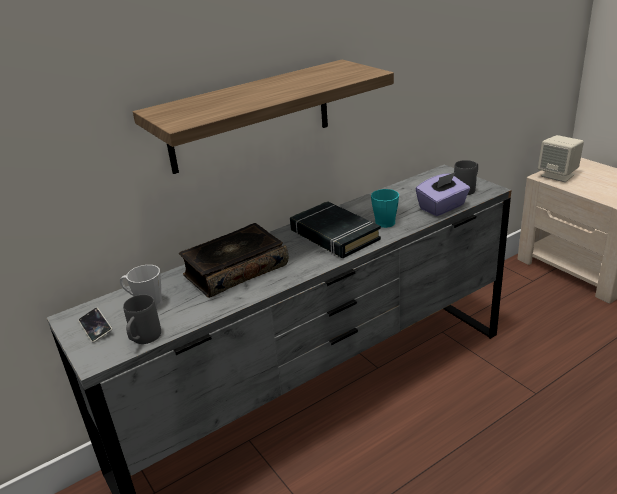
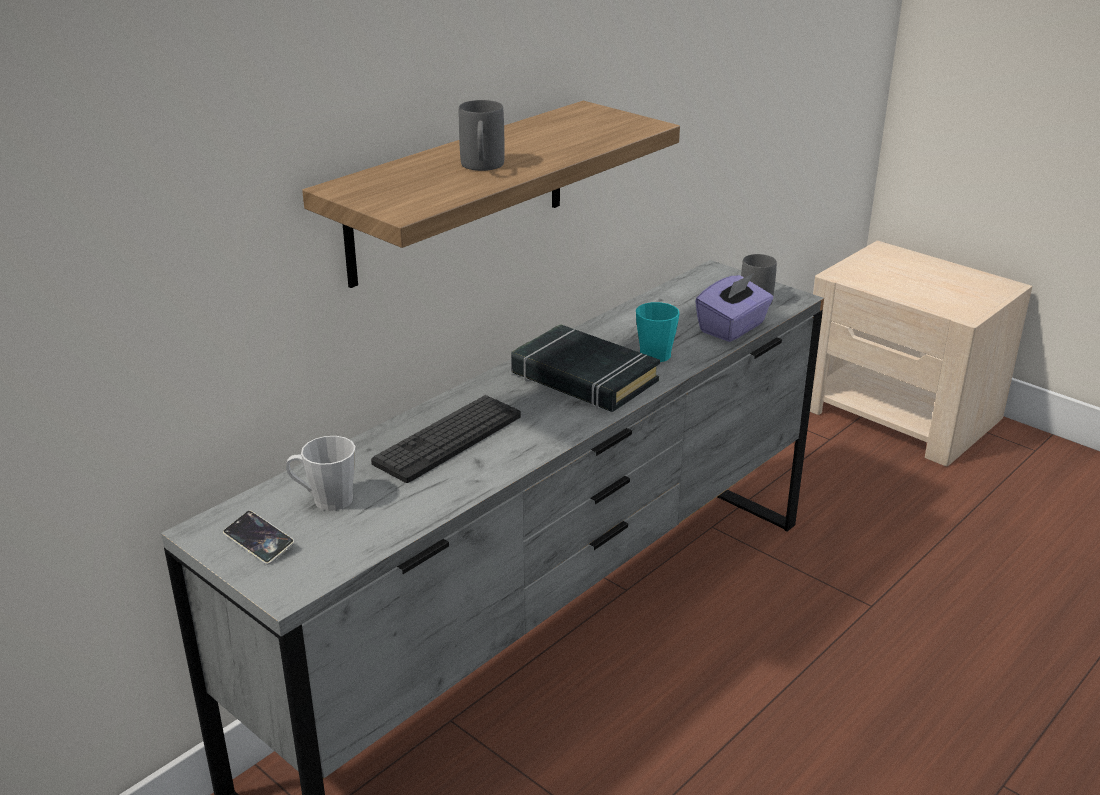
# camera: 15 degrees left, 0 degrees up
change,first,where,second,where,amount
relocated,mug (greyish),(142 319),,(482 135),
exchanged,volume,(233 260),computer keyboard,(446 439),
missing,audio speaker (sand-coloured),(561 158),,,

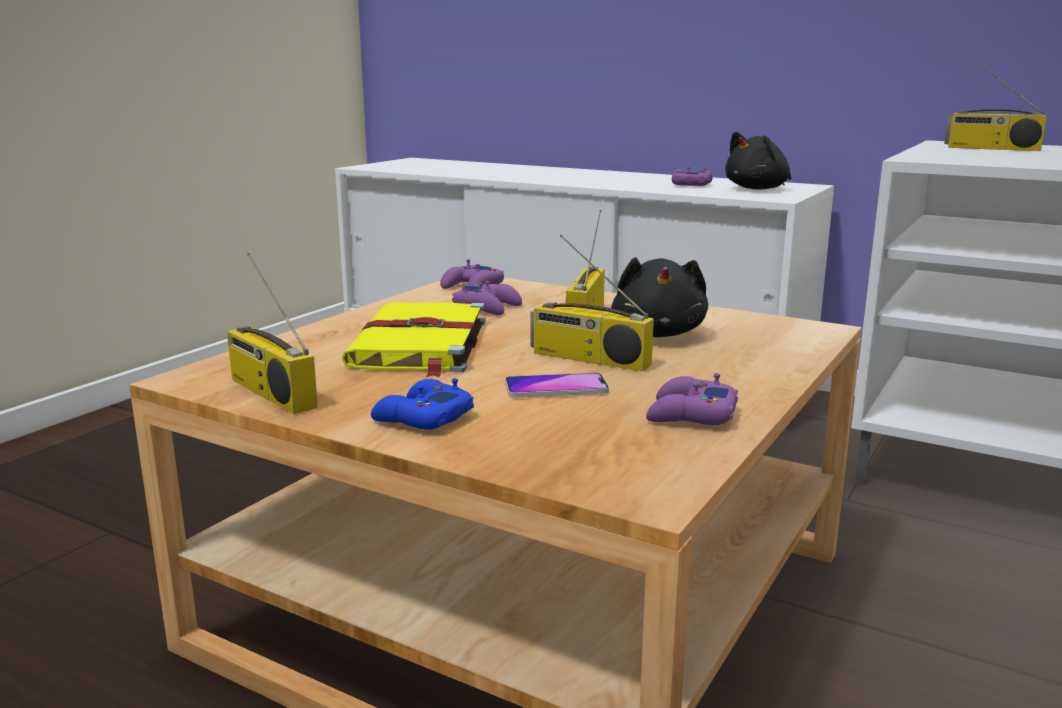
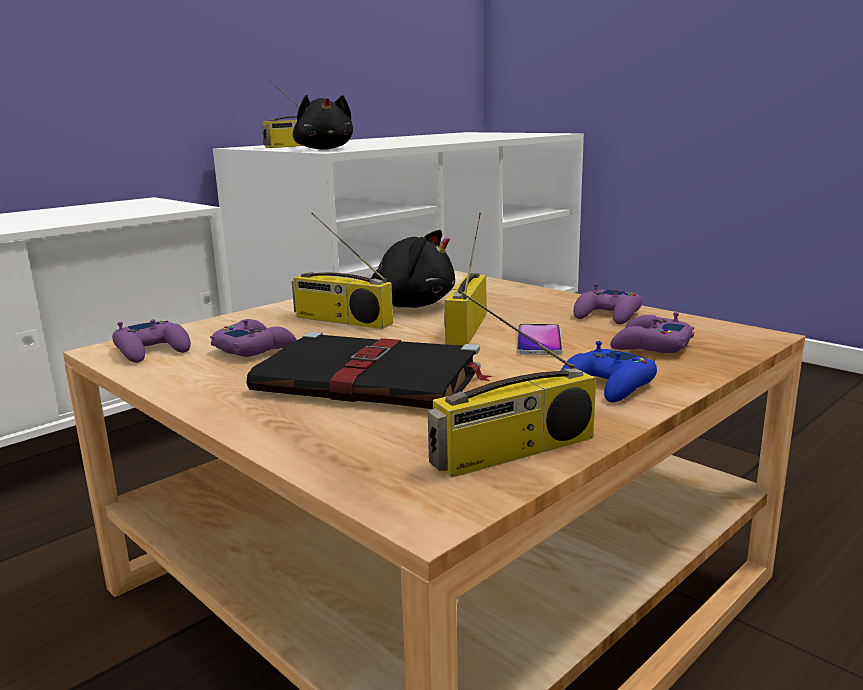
# camera: 75 degrees left, 0 degrees up
change,first,where,second,where,amount
colour,volume (yellow),(413 339),volume (blackish),(369 370),
spun,radio receiver,(592 303),,(465 279),150 degrees clockwise
relocated,joypad (purple-coloured),(692 176),,(652 332),
relocated,soft toy (blackish),(758 160),,(323 122),

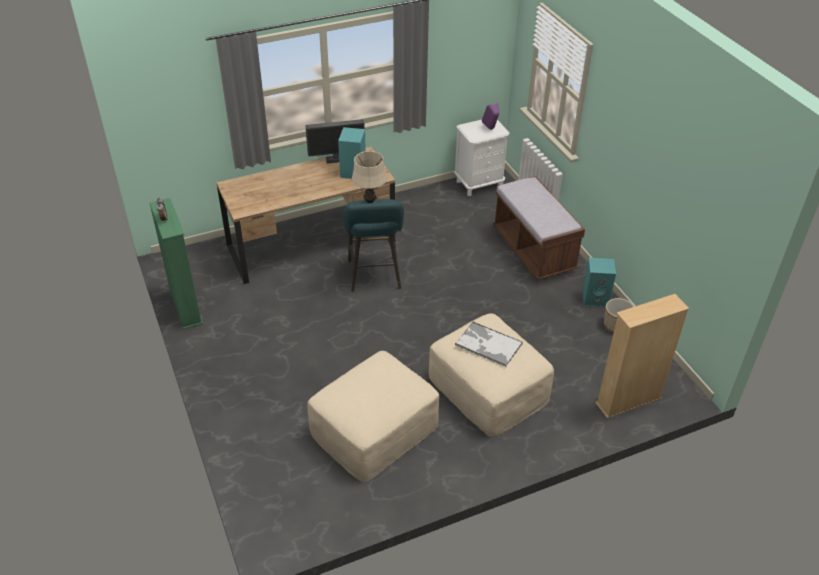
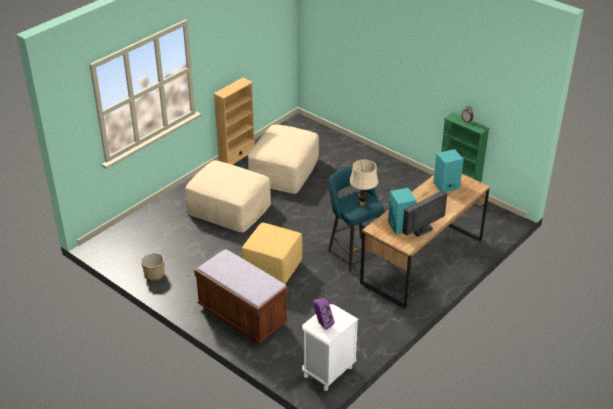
# camera: 155 degrees right, 5 degrees down
change,first,where,second,where,amount
missing,serving tray,(489 344),,,
relocated,audio speaker (blue-green),(599 282),,(448 170),
relocated,shelving unit (sand-coloured),(642 356),,(234 121),
appeared,,,ottoman (yellow),(272 253),

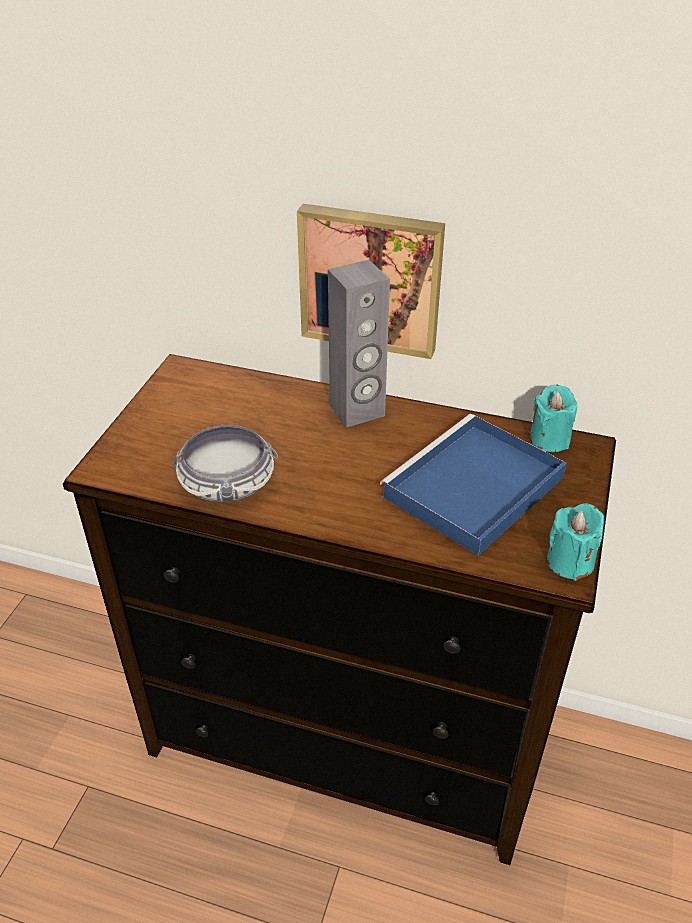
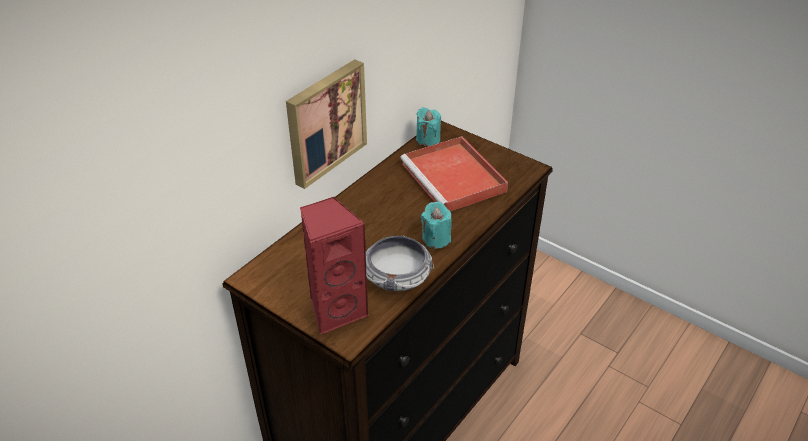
# camera: 70 degrees left, 0 degrees up
change,first,where,second,where,amount
missing,audio speaker (greyish),(359 344),,,
colour,serving tray (bluish),(473 485),serving tray (red),(454 173),
relocated,wax light (blue-green),(575 542),,(436 225),
appeared,,,audio speaker (red),(334 265),

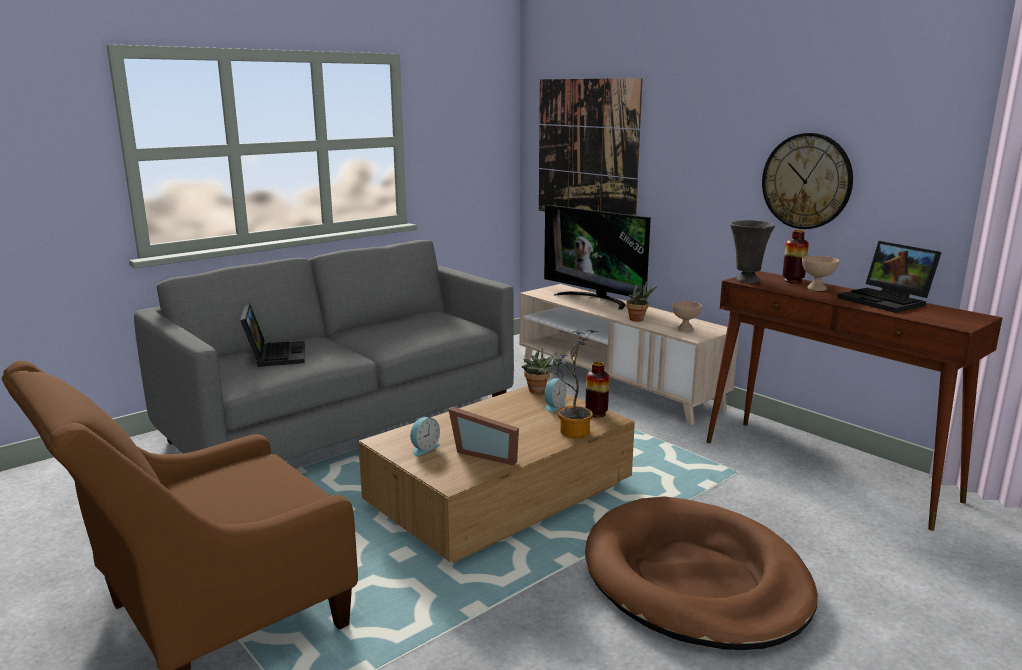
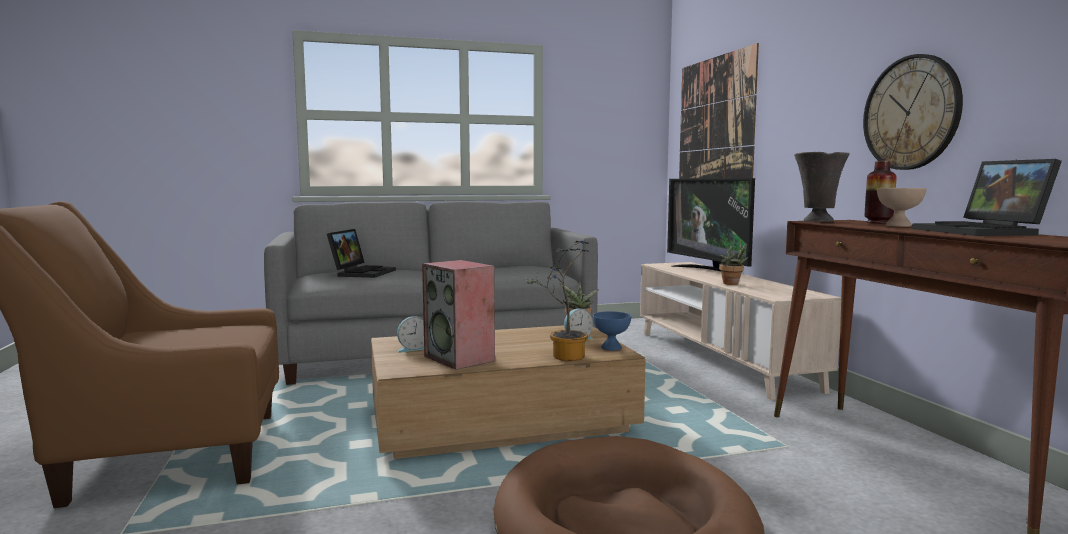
# camera: 25 degrees right, 10 degrees down
change,first,where,second,where,amount
exchanged,photo frame,(483 436),audio speaker,(458 315),
exchanged,vase,(597 390),deep dish (bluish),(612 331),
missing,deep dish (sand-coloured),(687 316),,,

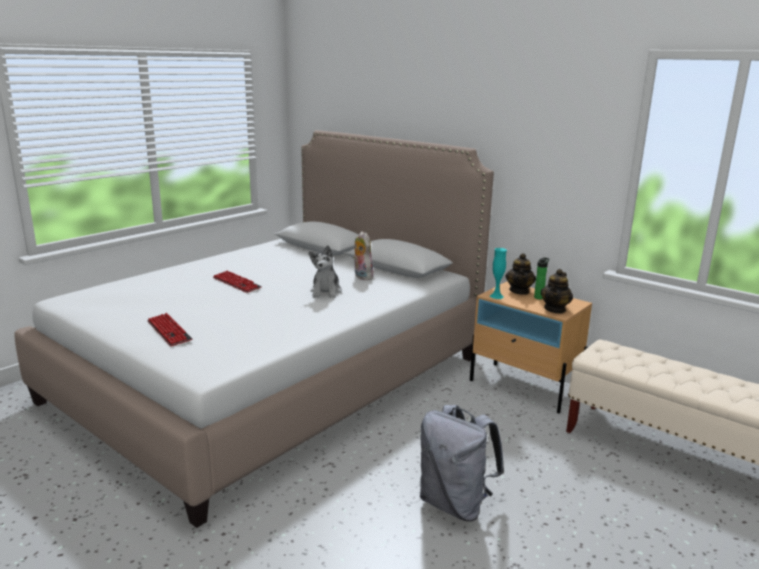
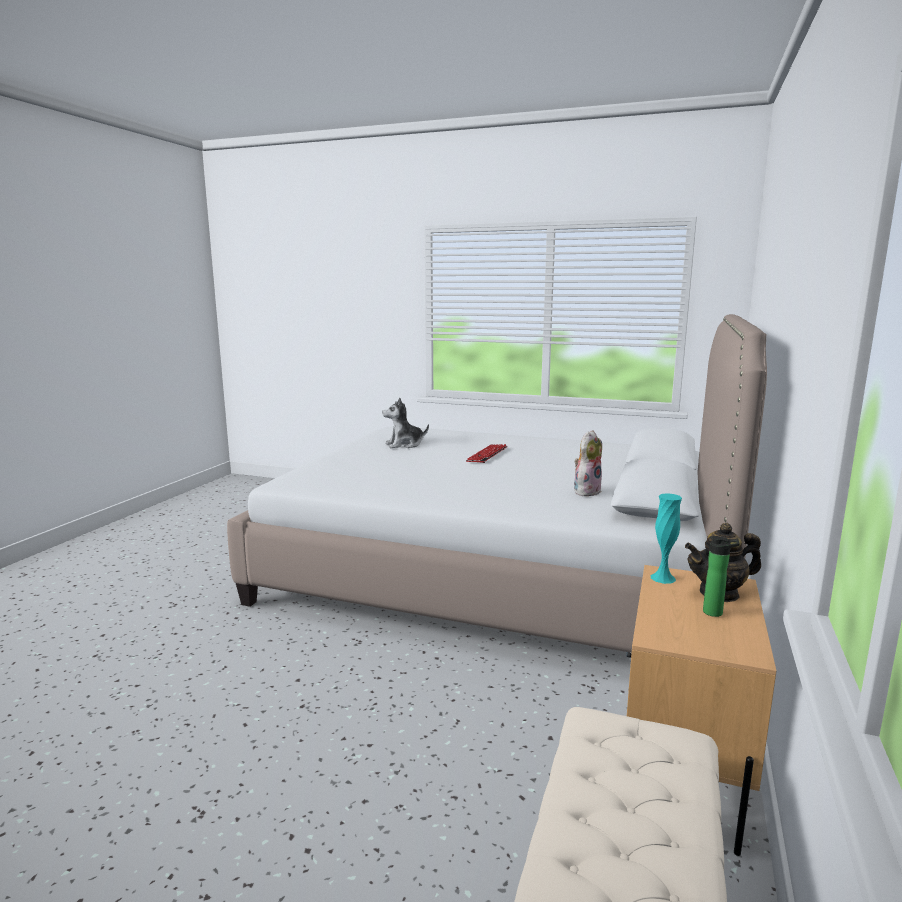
# camera: 70 degrees right, 5 degrees down
change,first,where,second,where,amount
missing,computer keyboard,(169 329),,,
relocated,soft toy,(325 271),,(405 423),
missing,rucksack (greyish),(462 463),,,
missing,teapot,(557 291),,,

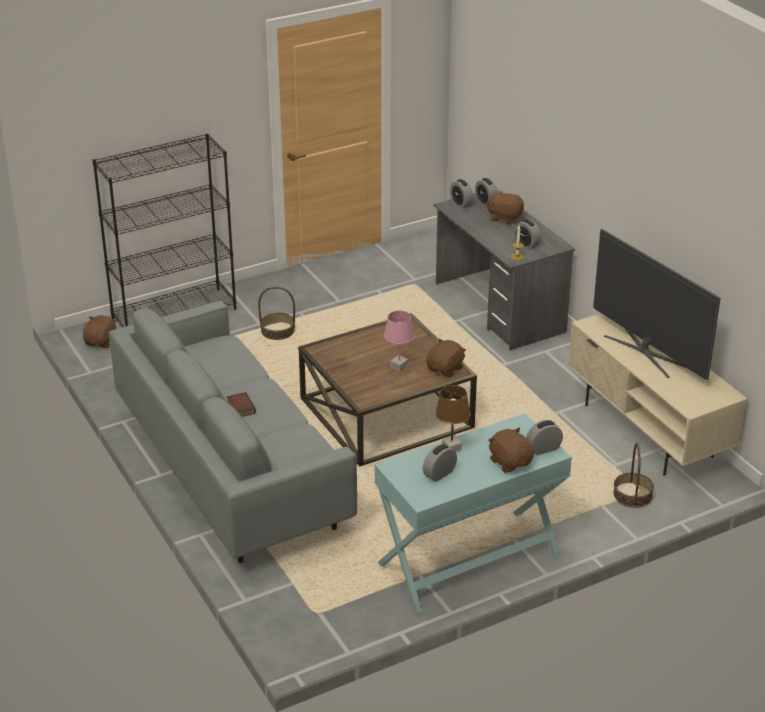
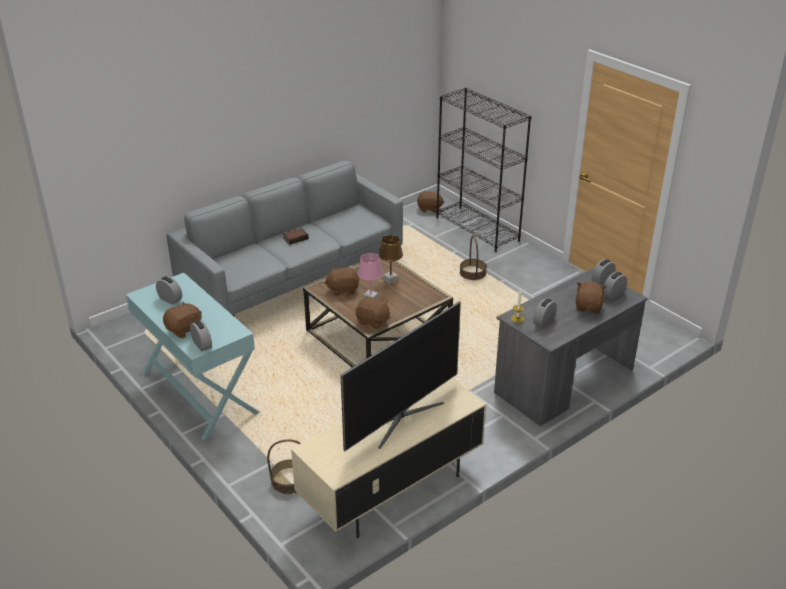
# camera: 80 degrees right, 0 degrees up
change,first,where,second,where,amount
relocated,table lamp (brown),(453 418),,(390 259),
appeared,,,soft toy (brown),(342 281),

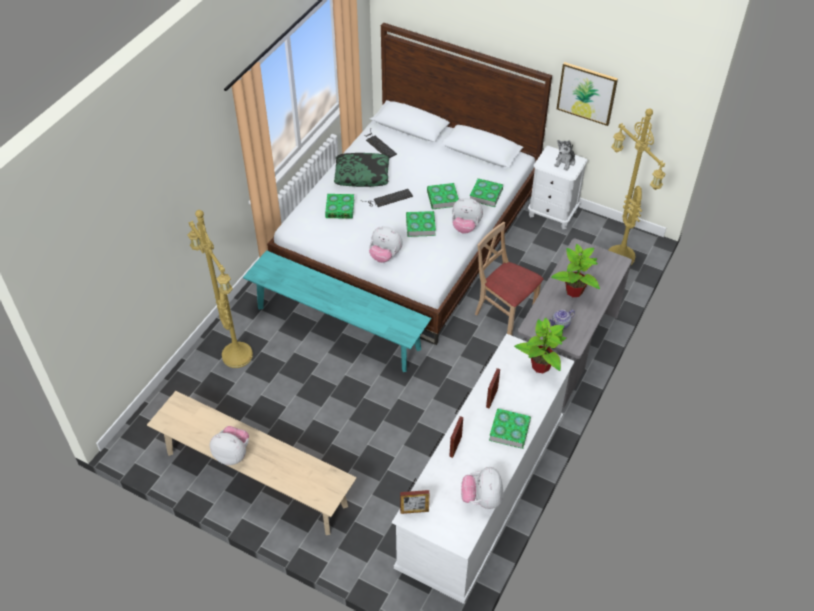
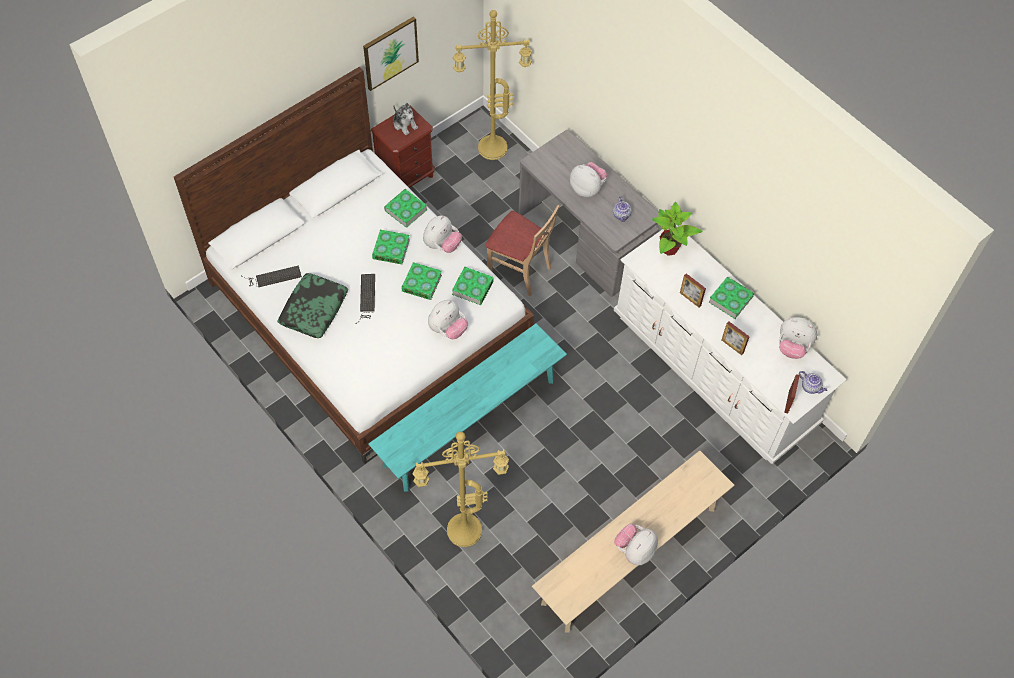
# camera: 70 degrees left, 10 degrees up
change,first,where,second,where,amount
relocated,volume,(339 206),,(473 285),
spun,plain chair (sand-coloured),(509 278),,(522 250),120 degrees counterclockwise
colour,night table (whitish),(558 187),night table (brown),(403 147),
exchanged,plant in a pot,(575 270),soft toy,(588 179),
appeared,,,teapot,(813 382),

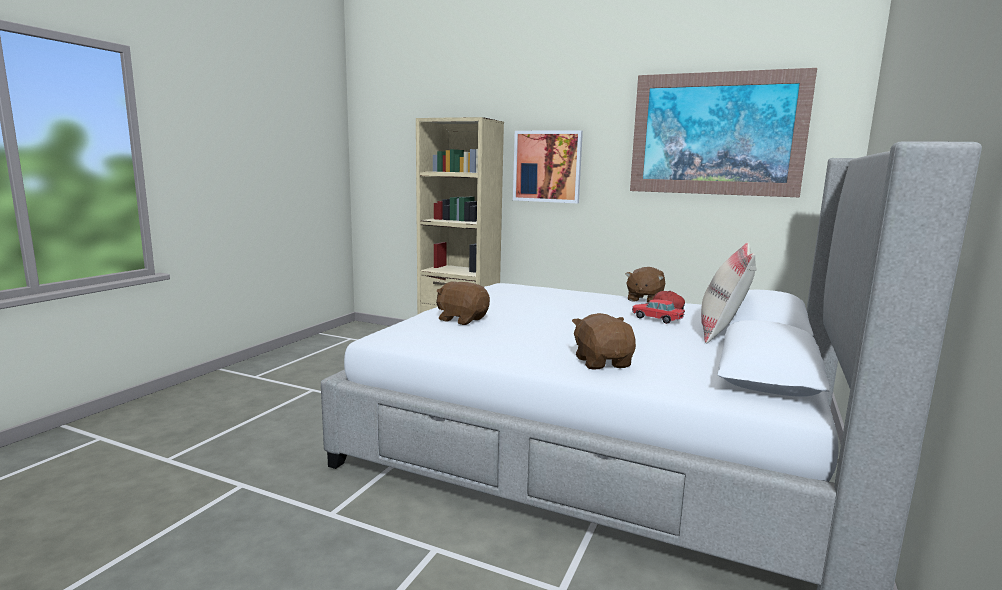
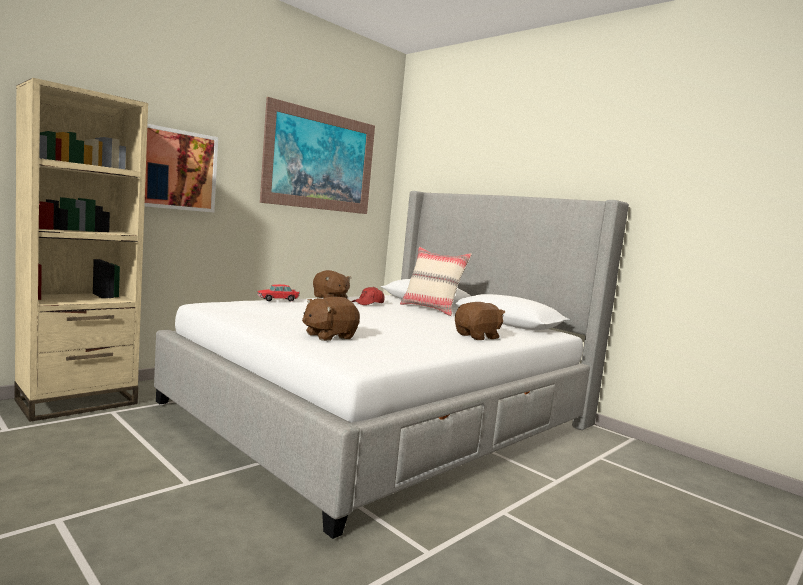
# camera: 70 degrees left, 5 degrees down
change,first,where,second,where,amount
spun,soft toy (brown),(604 341),,(480 321),135 degrees clockwise
relocated,toy car,(658 311),,(278 293),

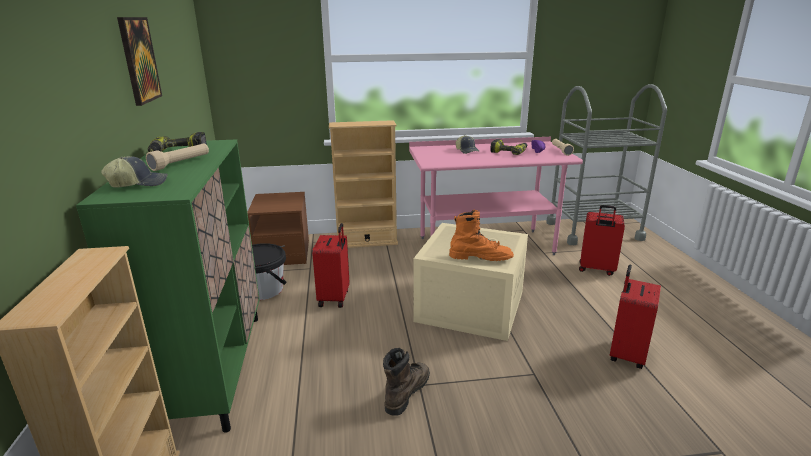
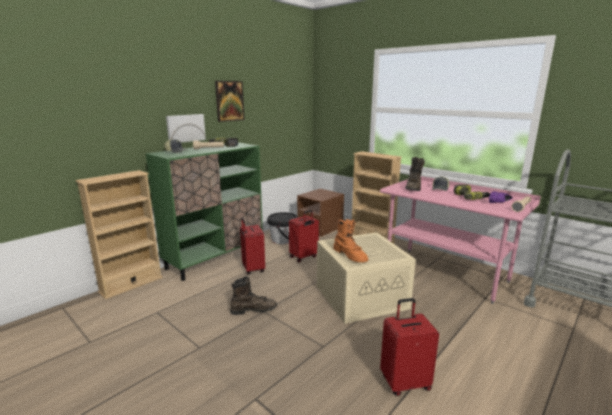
# camera: 50 degrees right, 5 degrees down
change,first,where,second,where,amount
relocated,travel case (red),(602 240),,(252 246),
appeared,,,picture,(186 128),
appeared,,,tall boot (brown),(415 174),

